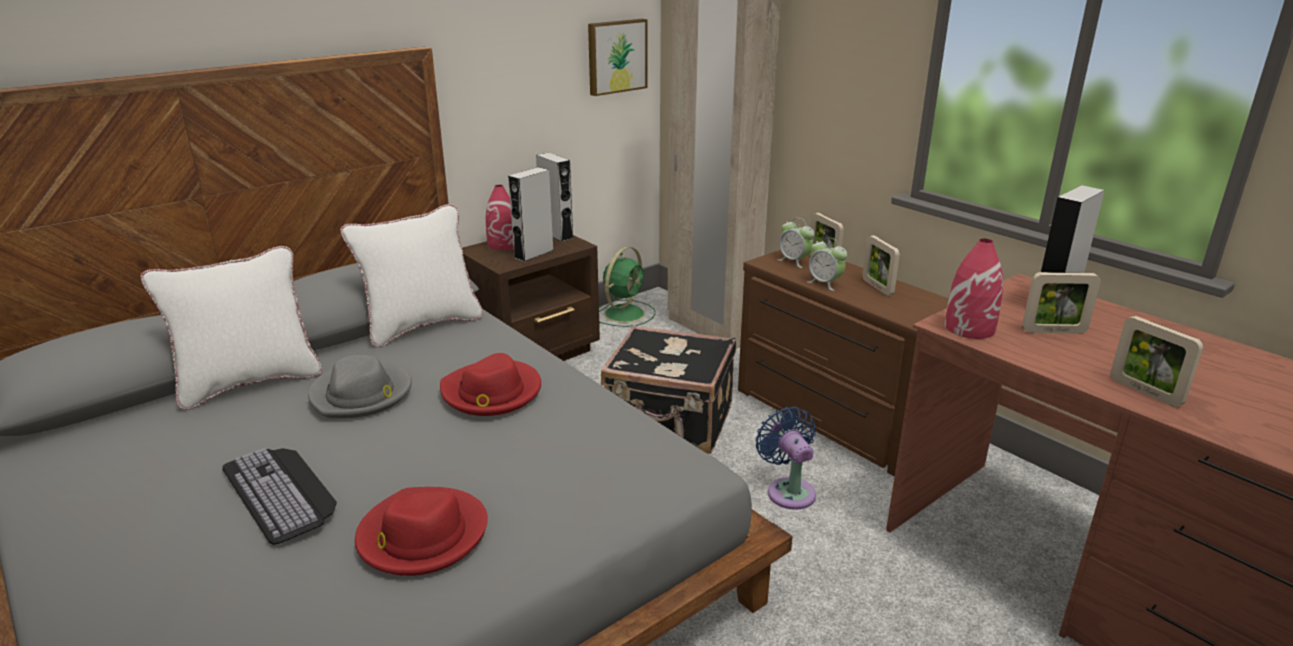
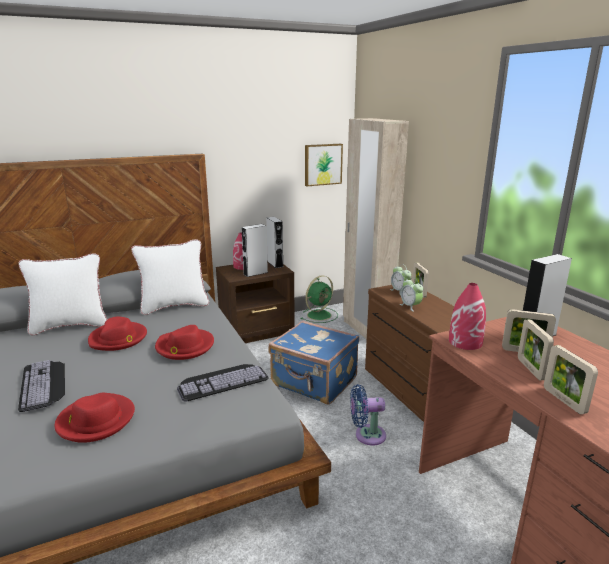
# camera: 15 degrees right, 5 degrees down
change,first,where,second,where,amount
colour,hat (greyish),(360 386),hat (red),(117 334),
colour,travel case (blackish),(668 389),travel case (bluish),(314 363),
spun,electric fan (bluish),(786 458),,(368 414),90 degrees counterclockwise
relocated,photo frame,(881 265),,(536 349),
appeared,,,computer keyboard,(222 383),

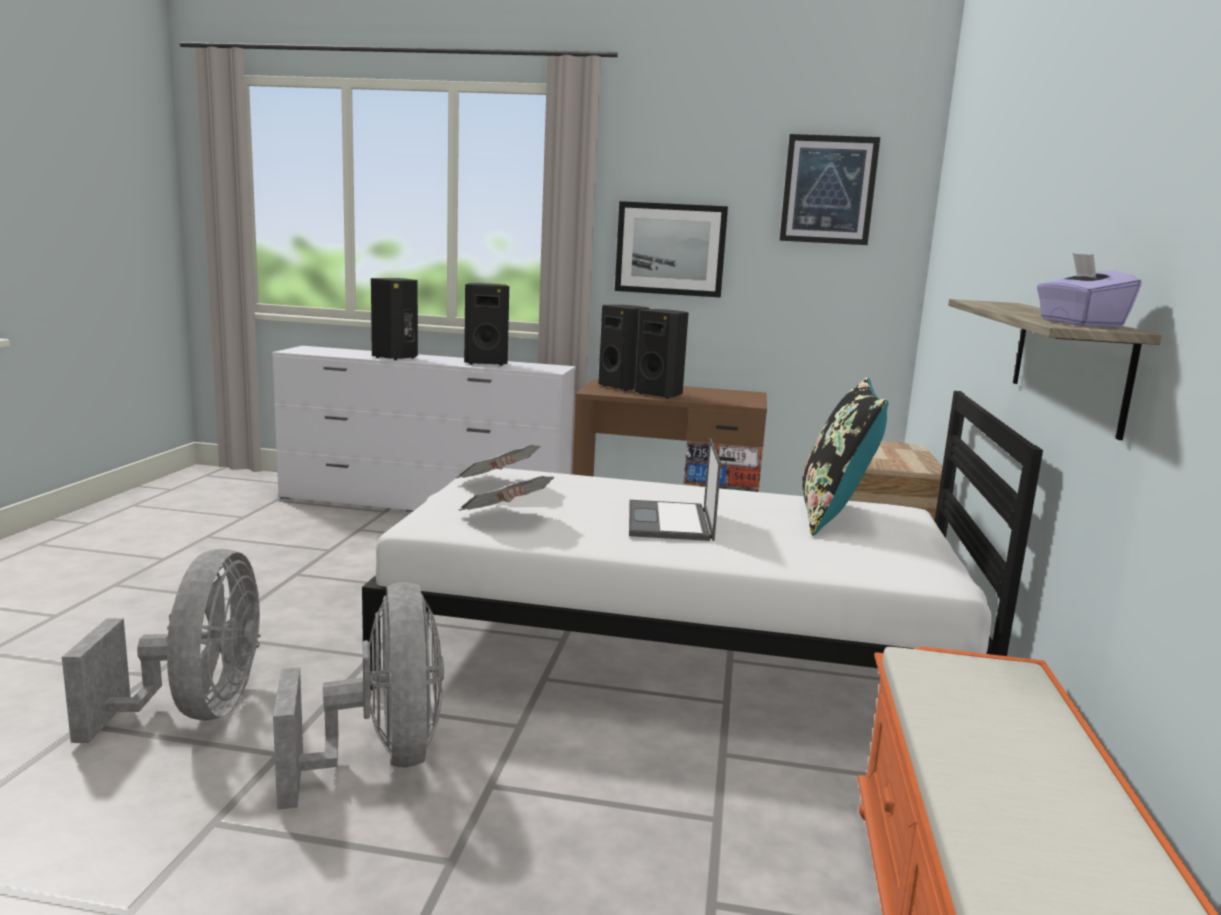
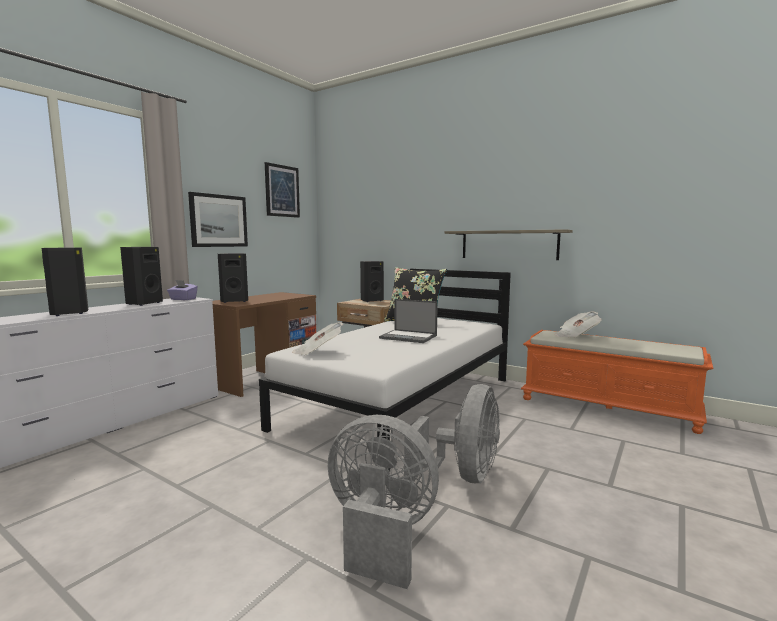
# camera: 65 degrees left, 5 degrees down
change,first,where,second,where,amount
spun,electric fan (greyish),(358 696),,(452 433),105 degrees clockwise
relocated,daily paper,(506 493),,(578 325),
relocated,audio speaker (blackish),(661 354),,(372 281),
relocated,tissue holder (purple-coloured),(1089 290),,(182 290),

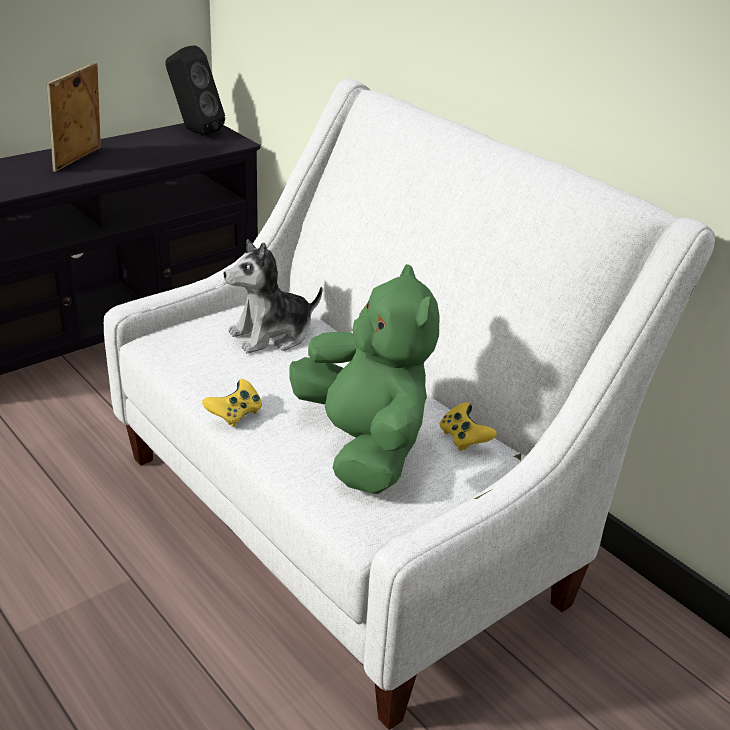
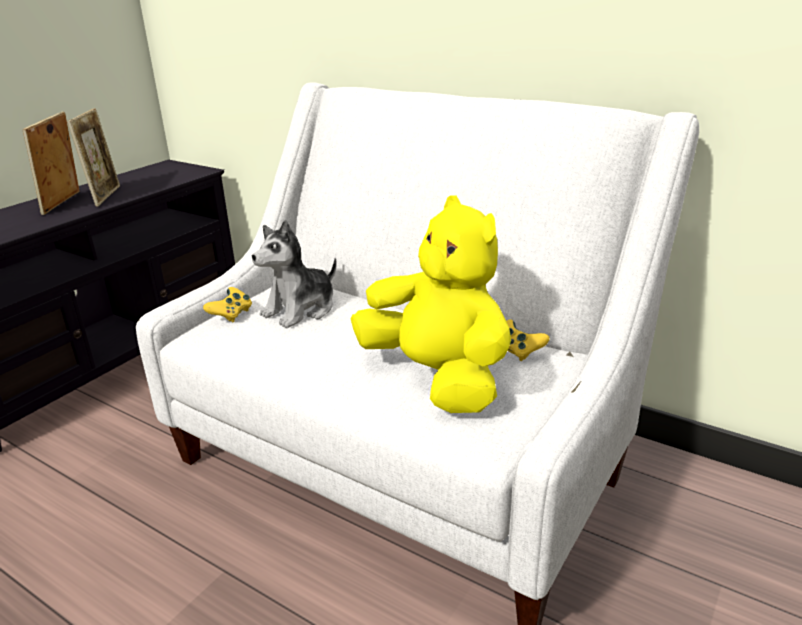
# camera: 15 degrees left, 5 degrees down
change,first,where,second,where,amount
missing,audio speaker (blackish),(195 90),,,
relocated,joypad (yellow),(232 403),,(227 304),
colour,soft toy (greenish),(364 379),soft toy (yellow),(431 304),
appeared,,,photo frame,(93 157),

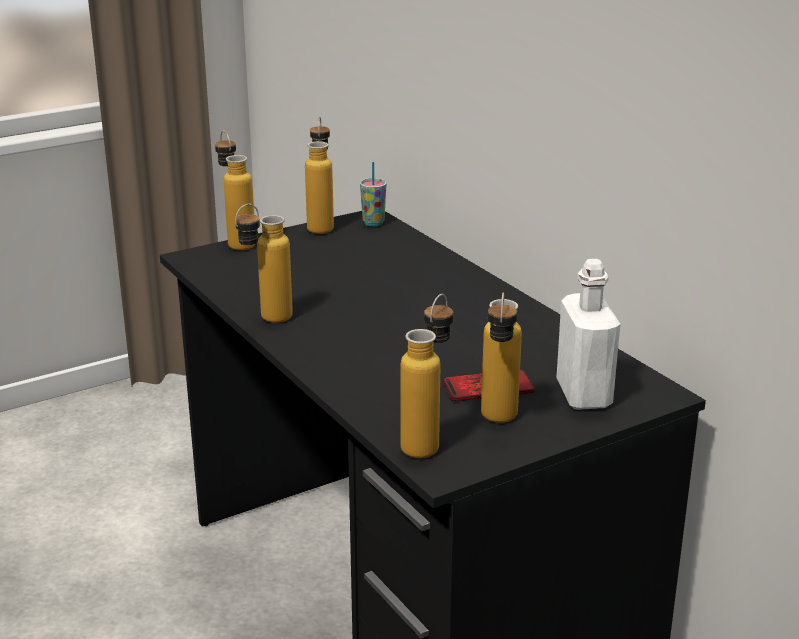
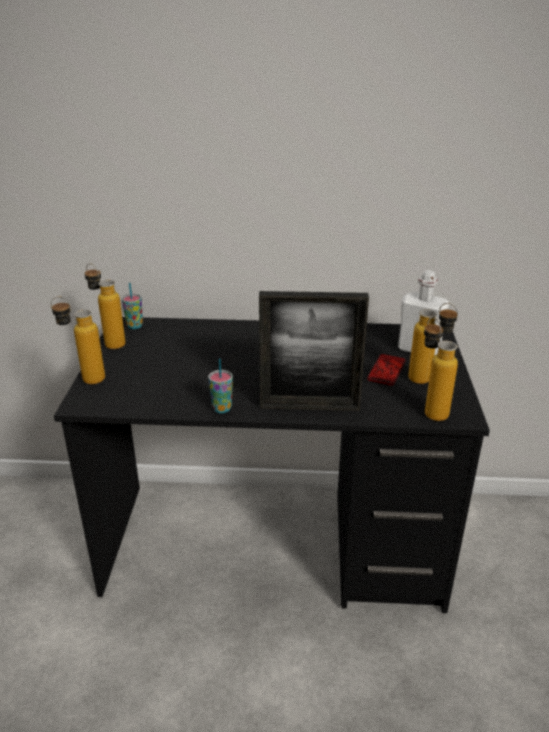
# camera: 55 degrees left, 5 degrees up
change,first,where,second,where,amount
exchanged,beverage bottle,(264 263),small cup,(220 385),
appeared,,,photo frame,(314 351),

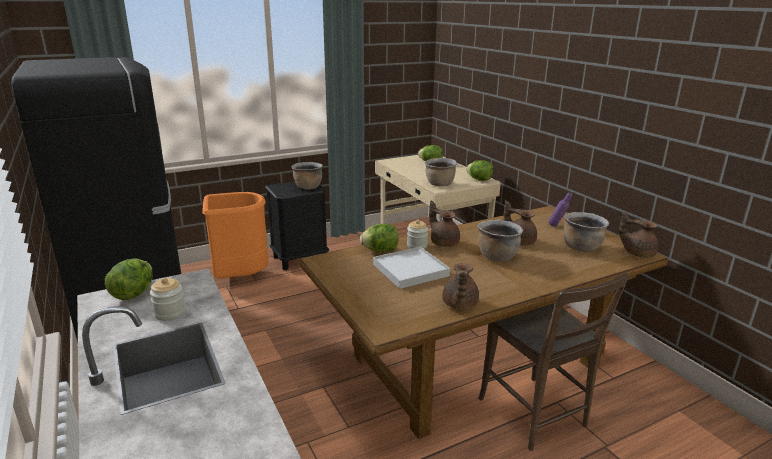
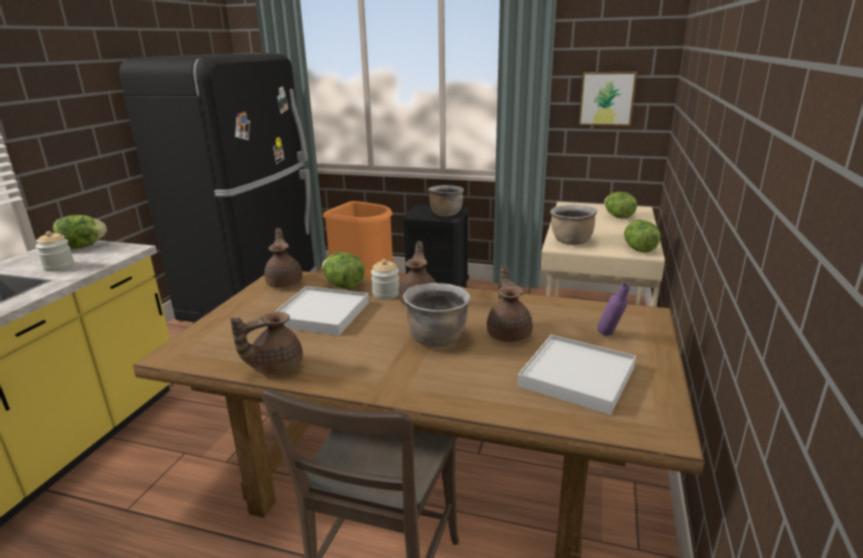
# camera: 45 degrees right, 0 degrees up
change,first,where,second,where,amount
exchanged,cooking pot (brown),(586 232),serving tray (whitish),(576 375),
relocated,teapot (brown),(638 234),,(283 258),
appeared,,,picture,(608 99),

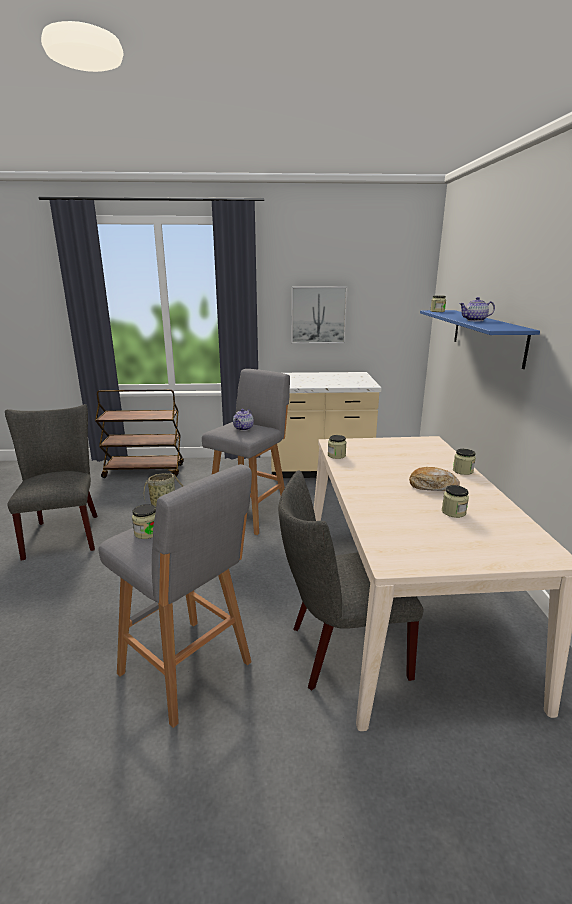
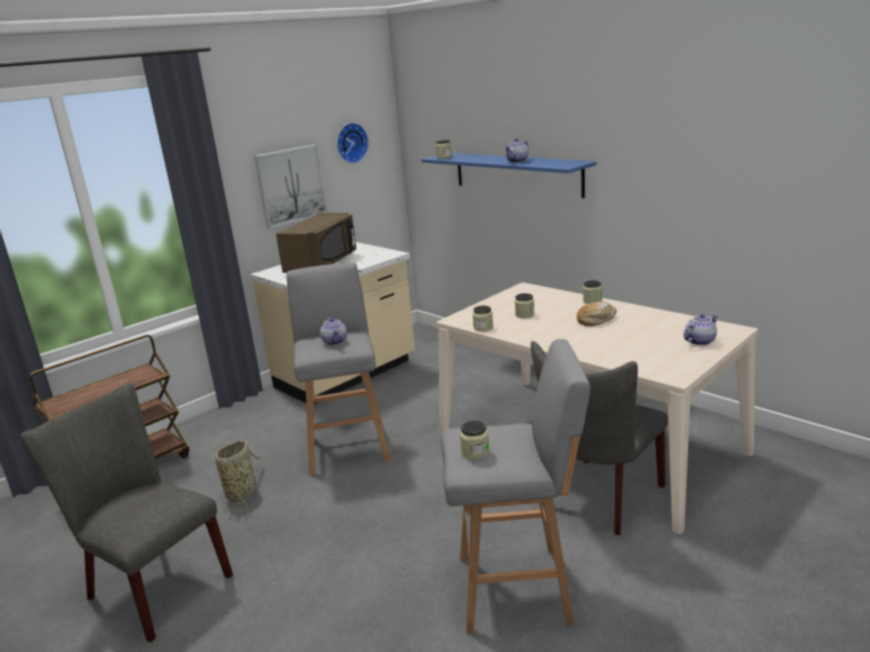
# camera: 40 degrees left, 0 degrees up
change,first,where,second,where,amount
relocated,storage jar,(455 501),,(525 305),
appeared,,,microwave (brown),(316 243),
appeared,,,hanging clock,(353 143),
appeared,,,teapot,(701 329),

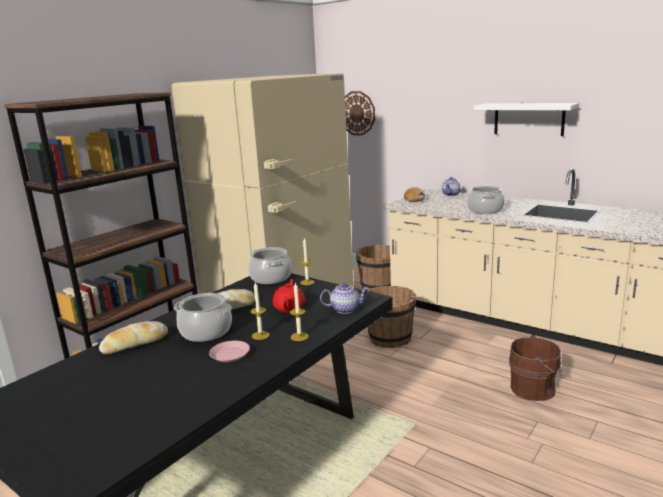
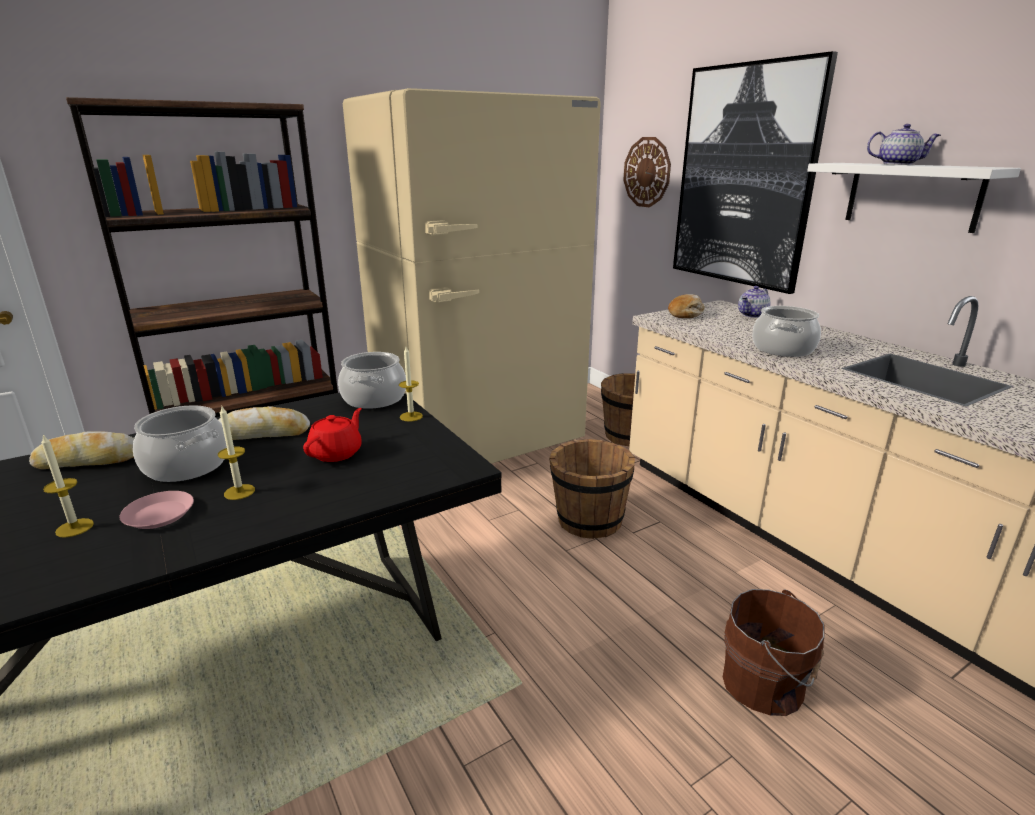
# camera: 20 degrees right, 5 degrees up
change,first,where,second,where,amount
relocated,wax light,(299 312),,(67 486),
relocated,teapot,(344 298),,(904 144),
appeared,,,picture,(755 172),

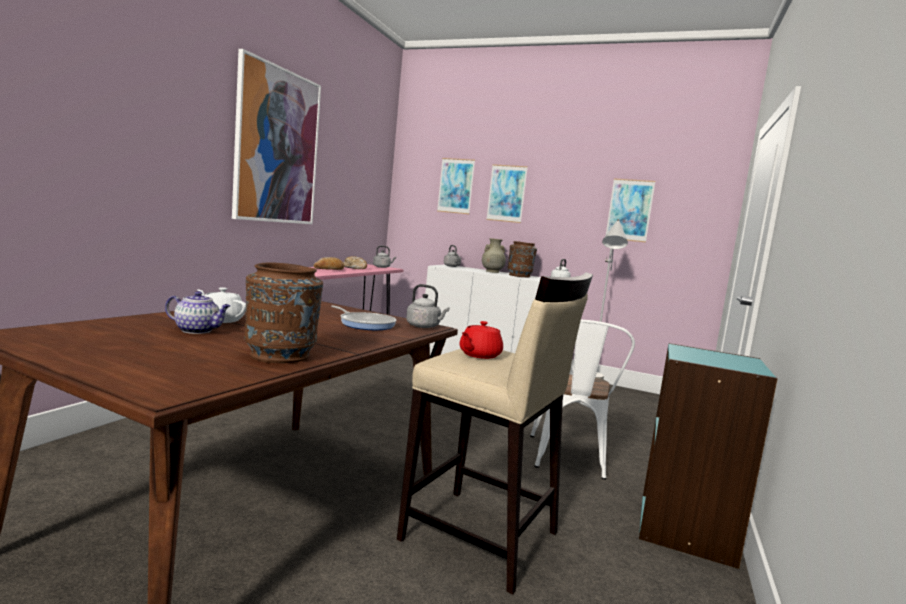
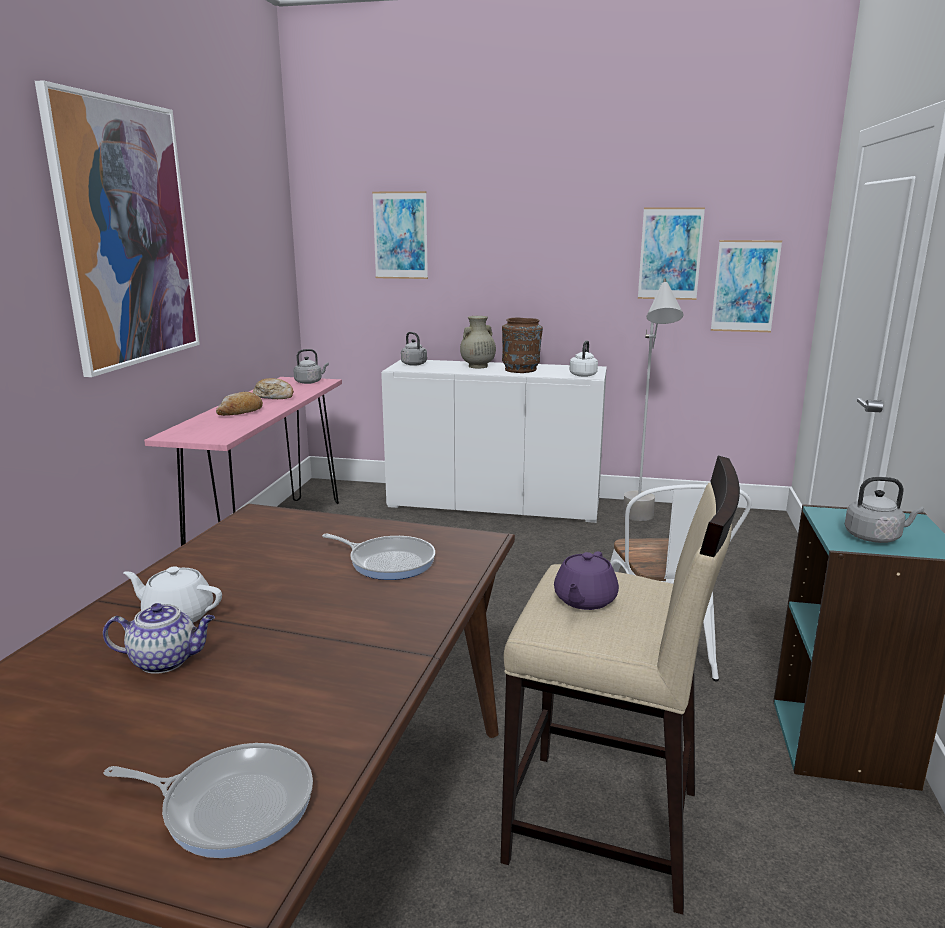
# camera: 10 degrees left, 10 degrees up
change,first,where,second,where,amount
missing,vase (brown),(283 312),,,
relocated,tea kettle (greyish),(428 306),,(884 510),
colour,teapot (red),(481 340),teapot (purple-coloured),(586 580),
relocated,picture,(507 193),,(746 286),
appeared,,,frying pan,(208 800),

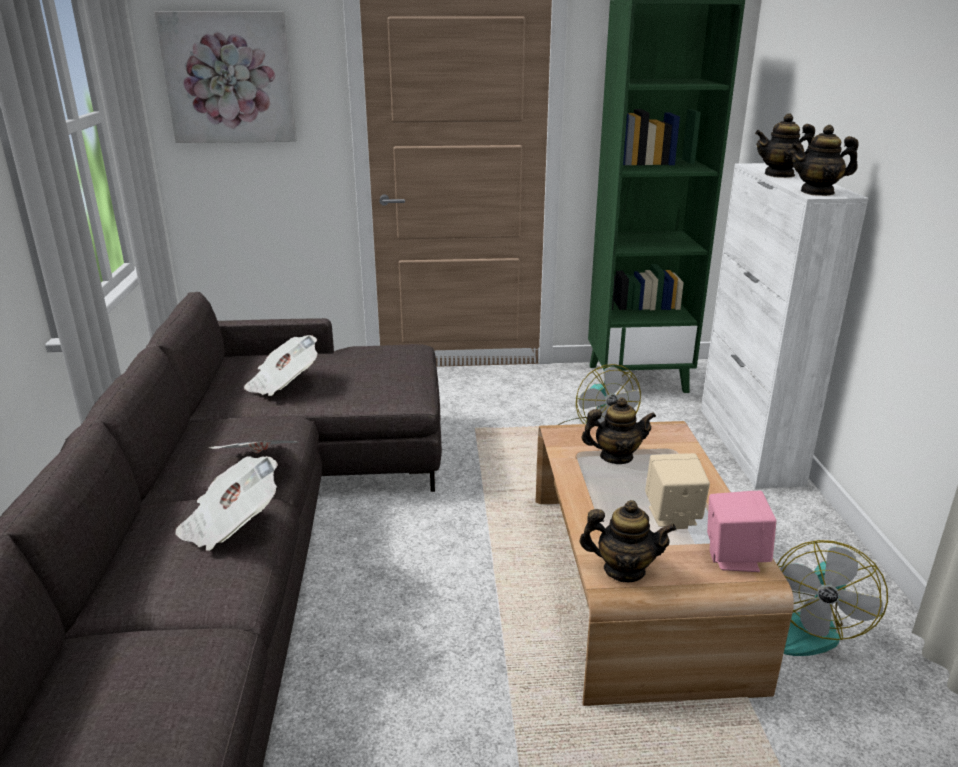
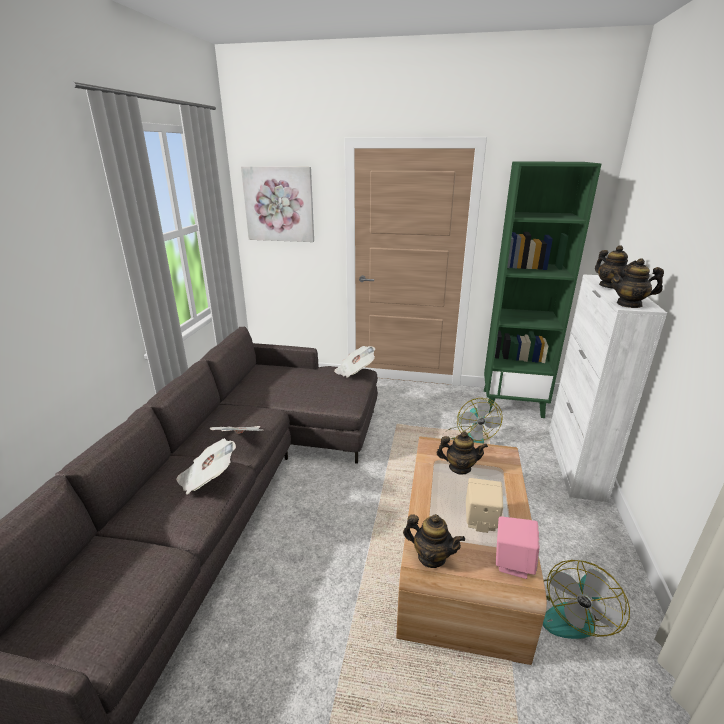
# camera: 15 degrees right, 0 degrees up
change,first,where,second,where,amount
relocated,daily paper,(281 365),,(355 362),
spun,teapot,(785 145),,(616 267),120 degrees counterclockwise

